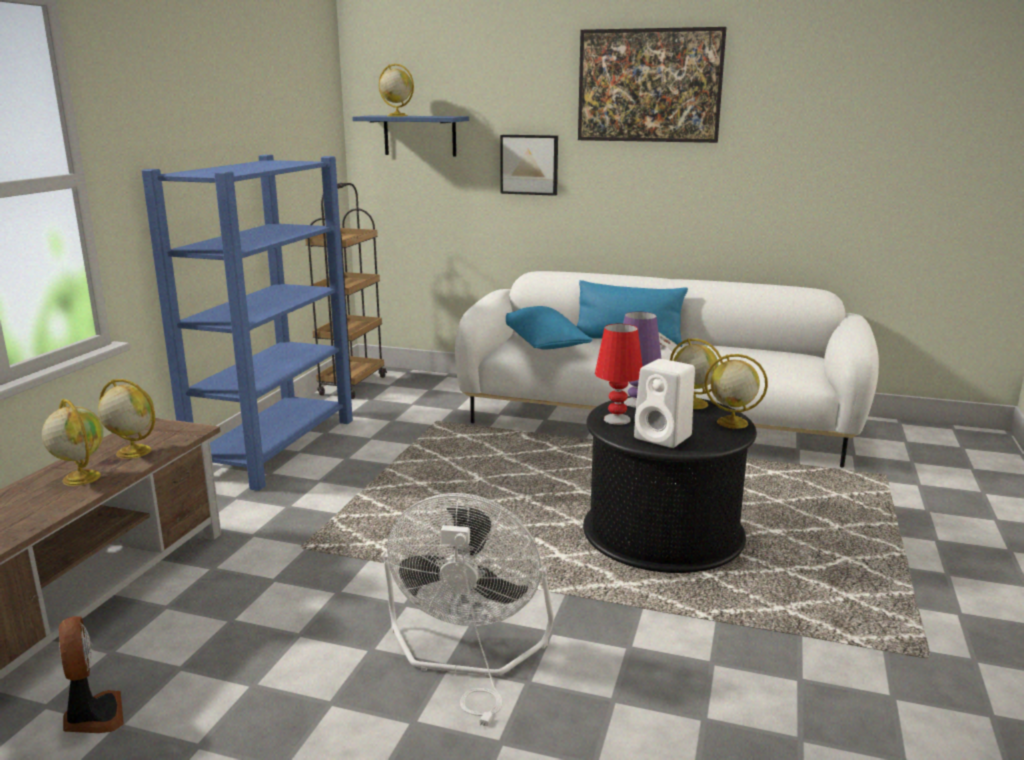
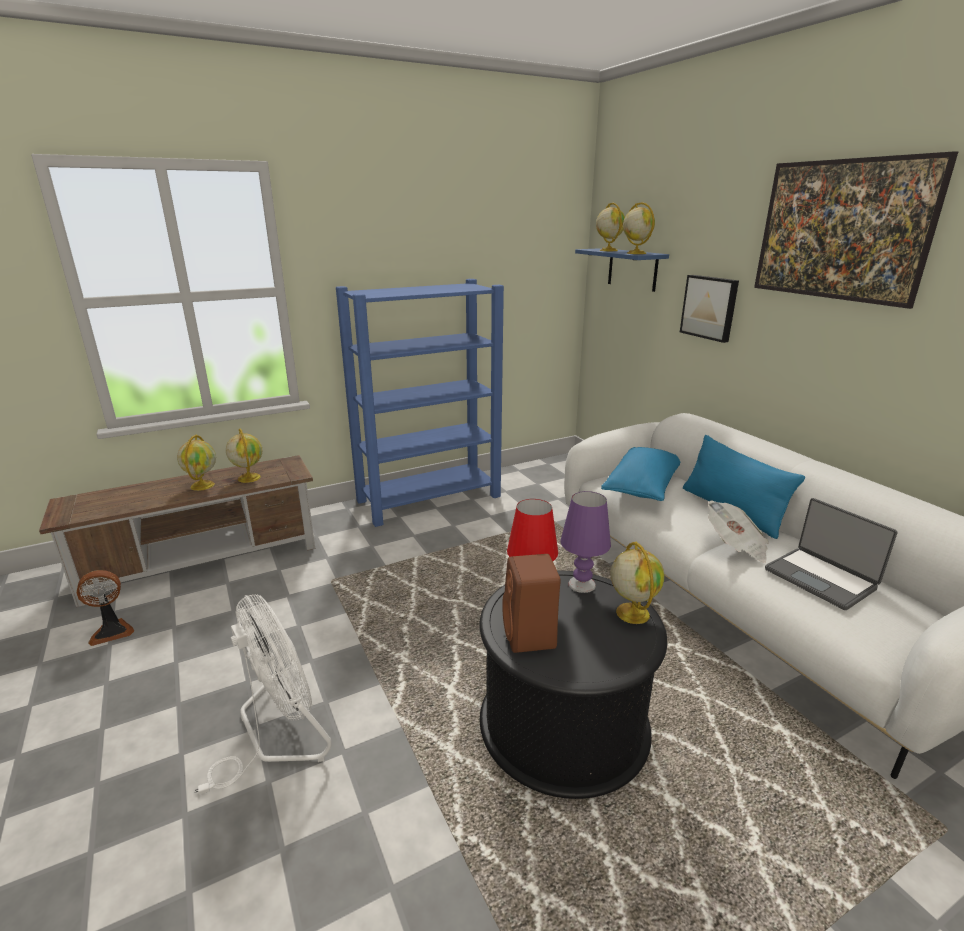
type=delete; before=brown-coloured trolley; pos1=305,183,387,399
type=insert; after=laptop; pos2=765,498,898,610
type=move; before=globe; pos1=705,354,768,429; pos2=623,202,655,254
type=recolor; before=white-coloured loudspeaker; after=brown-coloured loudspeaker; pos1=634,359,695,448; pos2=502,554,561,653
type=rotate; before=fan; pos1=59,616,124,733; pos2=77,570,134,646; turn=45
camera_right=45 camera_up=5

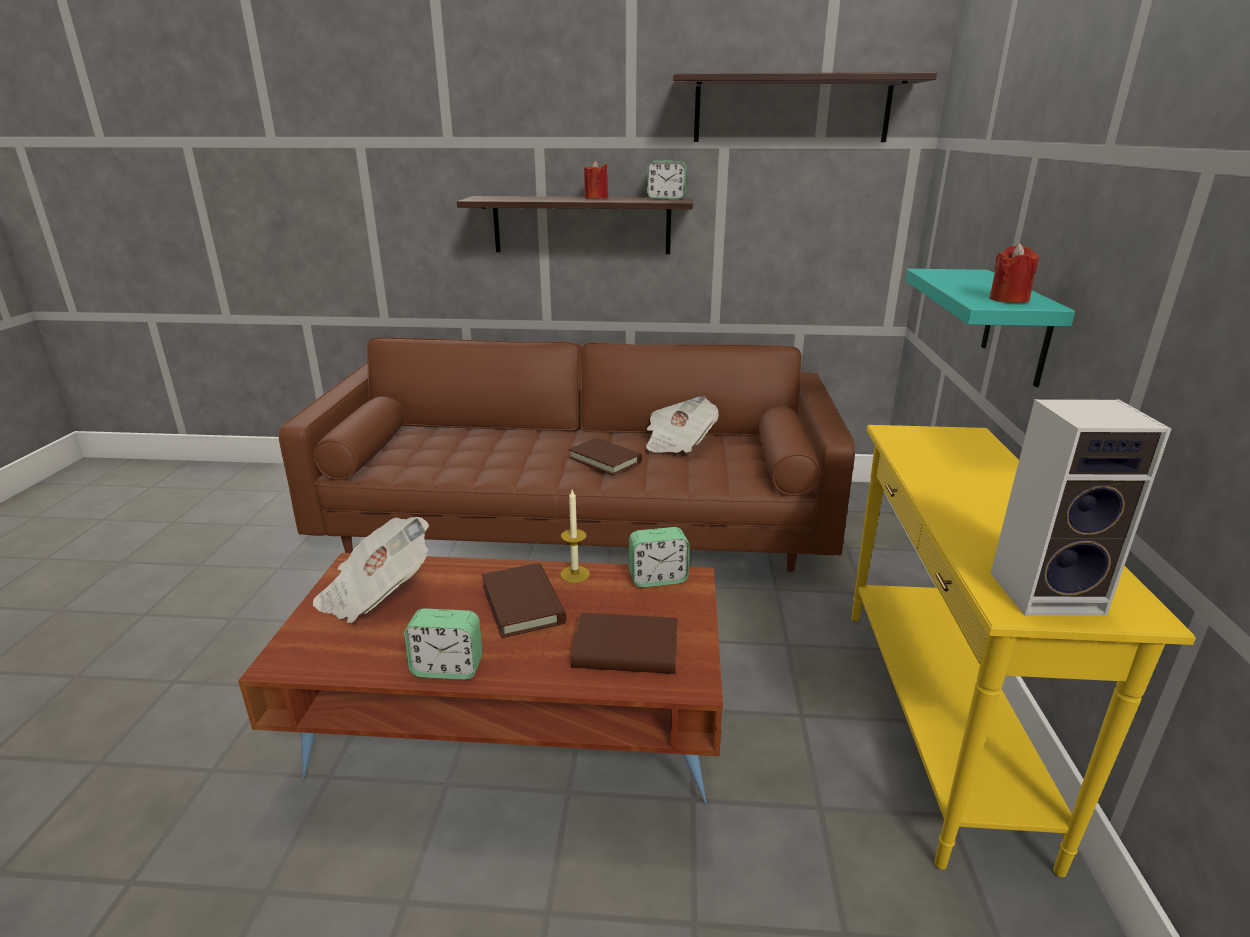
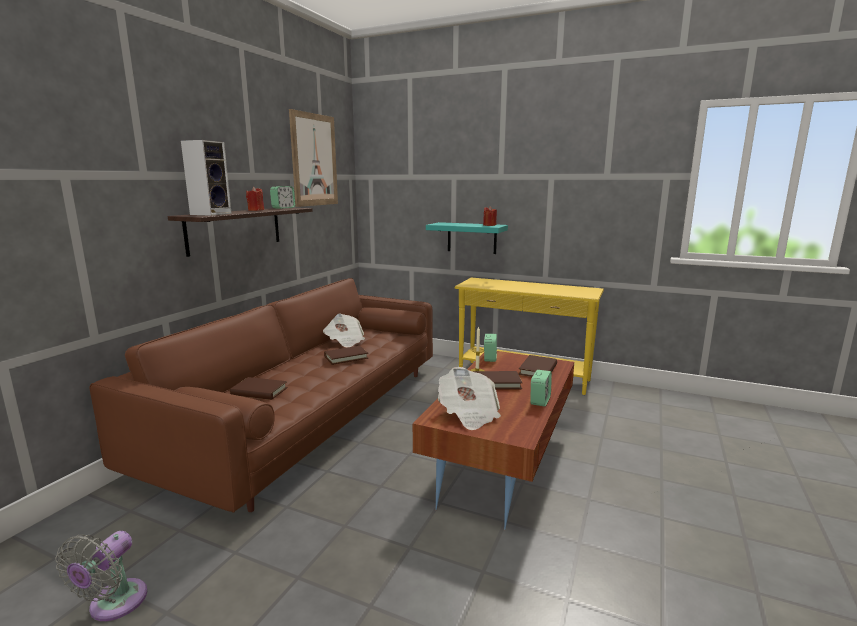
type=insert; after=gray fan; pos2=55,531,147,621
type=insert; after=brown-coloured bound book; pos2=230,377,287,400
type=move; before=loudspeaker; pos1=990,399,1171,616; pos2=181,140,232,216
type=replace; before=bracket shelf; after=wall picture; pos1=673,72,937,142; pos2=289,109,338,207
camera_right=-70 camera_up=-10

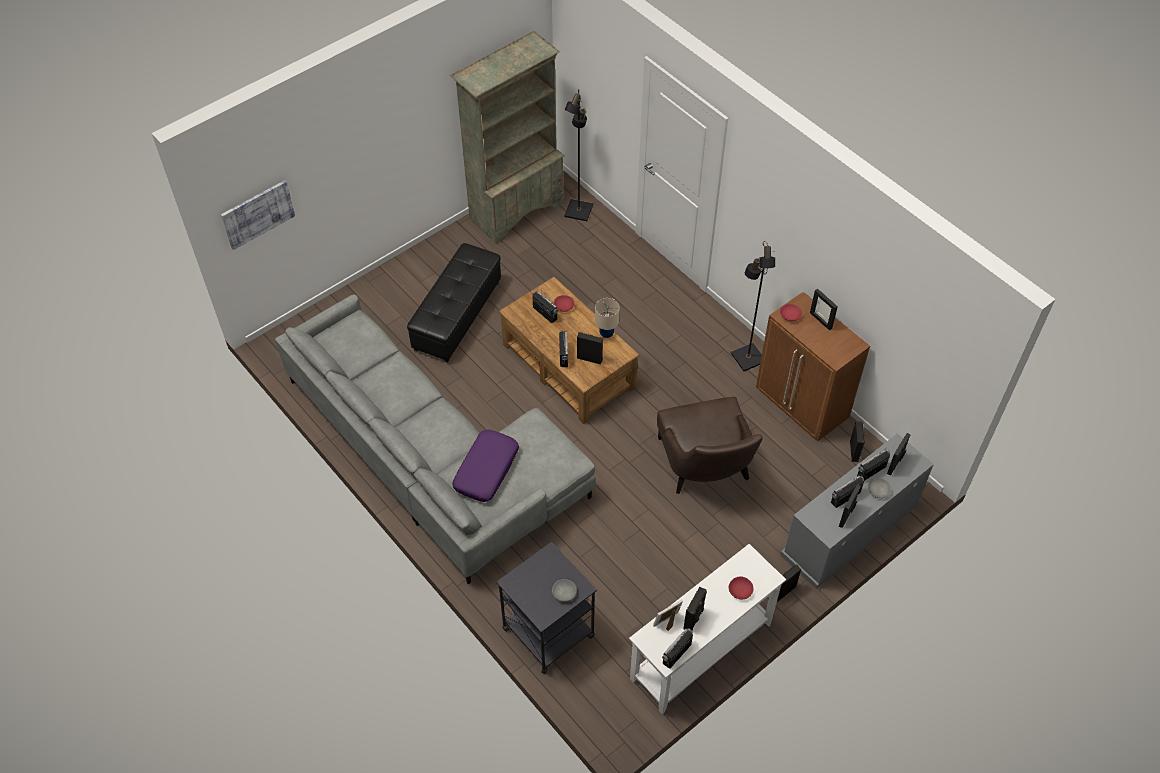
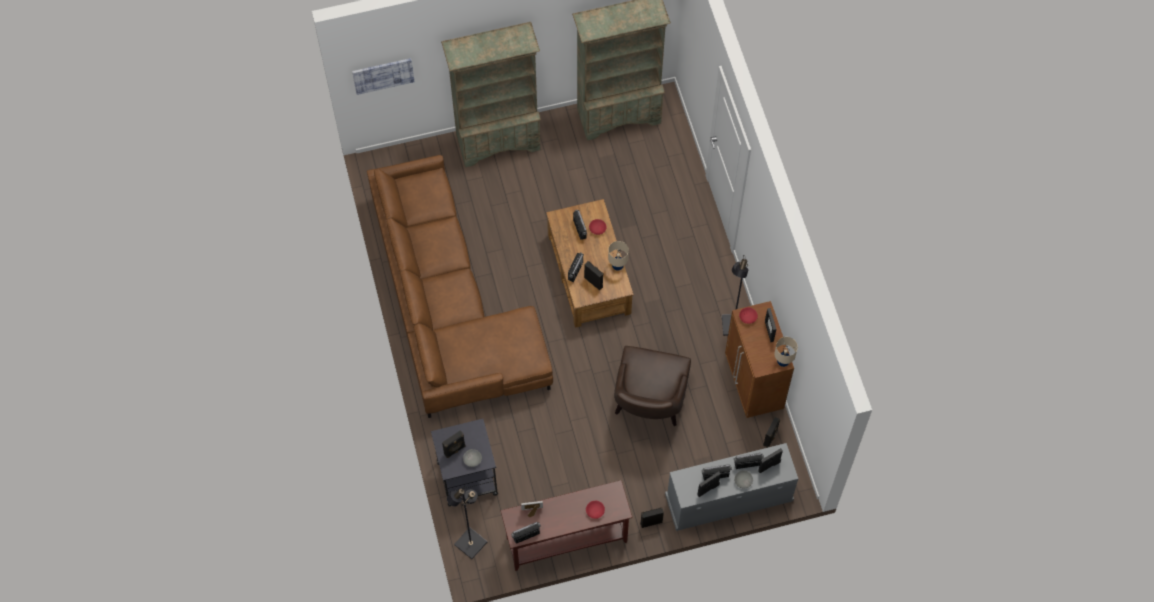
type=delete; before=black pouffe; pos1=407,243,501,362
type=delete; before=purple-coloured pillow; pos1=452,430,519,502
type=insert; after=green-coloured bookcase; pos2=441,22,541,167
type=insert; after=beige-coloured table lamp; pos2=774,337,798,367
type=move; before=black floor lamp; pos1=564,90,593,221; pos2=447,486,487,559
type=move; before=black loudspeaker; pos1=683,587,707,630; pos2=442,430,465,458
type=recolor; before=gray couch; after=brown-coloured couch; pos1=275,294,596,584; pos2=367,155,553,418
type=recolor; before=white-coloured hall table; after=brown-coloured hall table; pos1=629,544,786,715; pos2=501,480,632,571
camera_right=25 camera_up=10

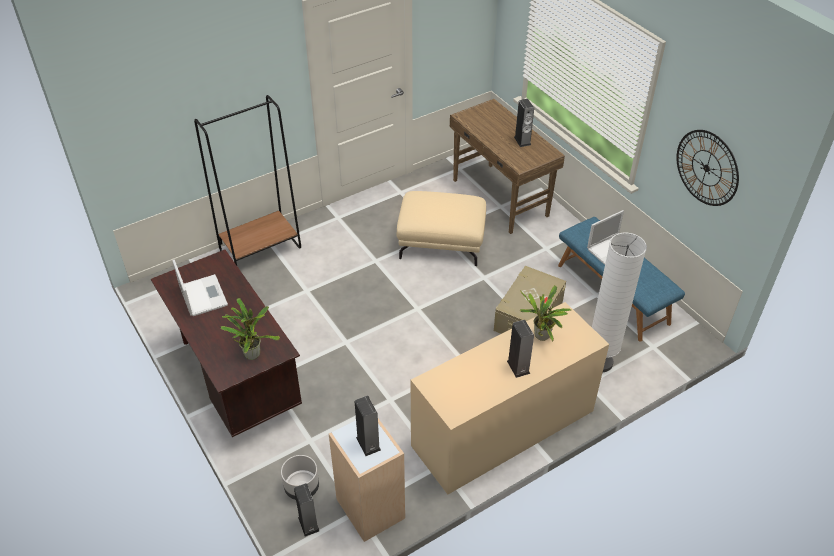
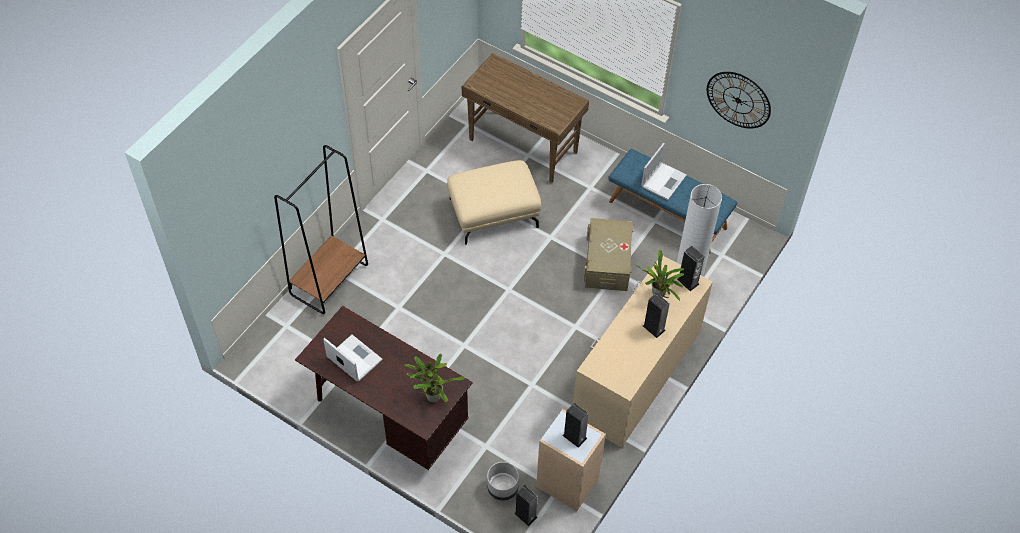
type=move; before=loudspeaker; pos1=514,99,534,147; pos2=677,246,704,291
camera_right=-25 camera_up=10

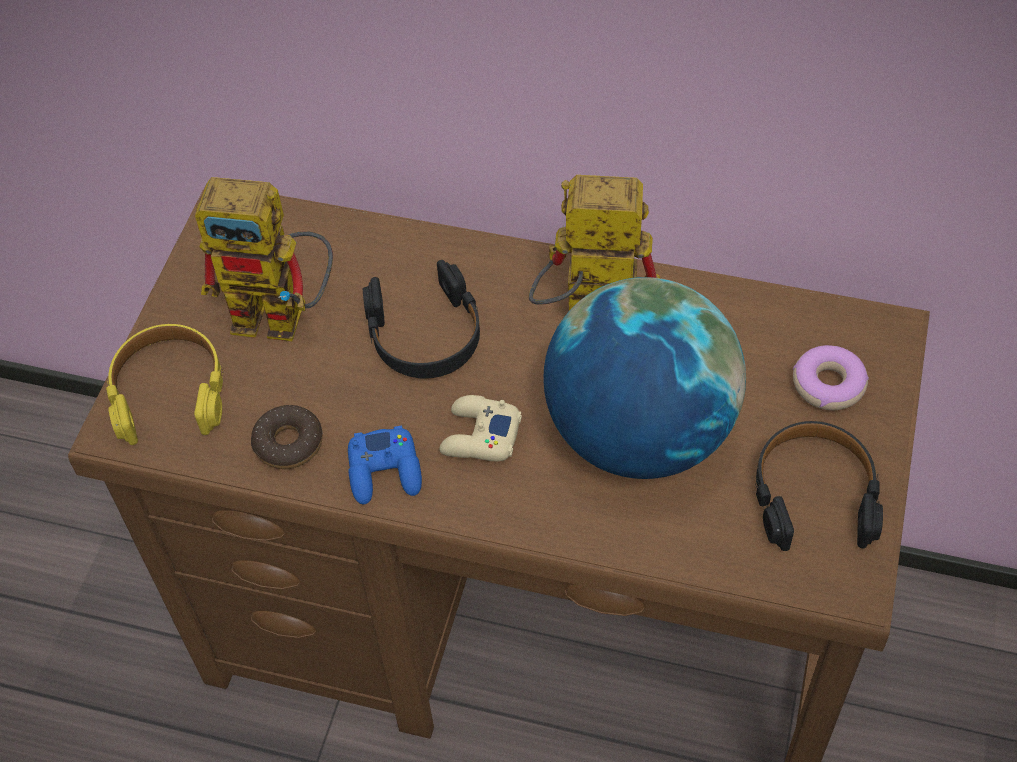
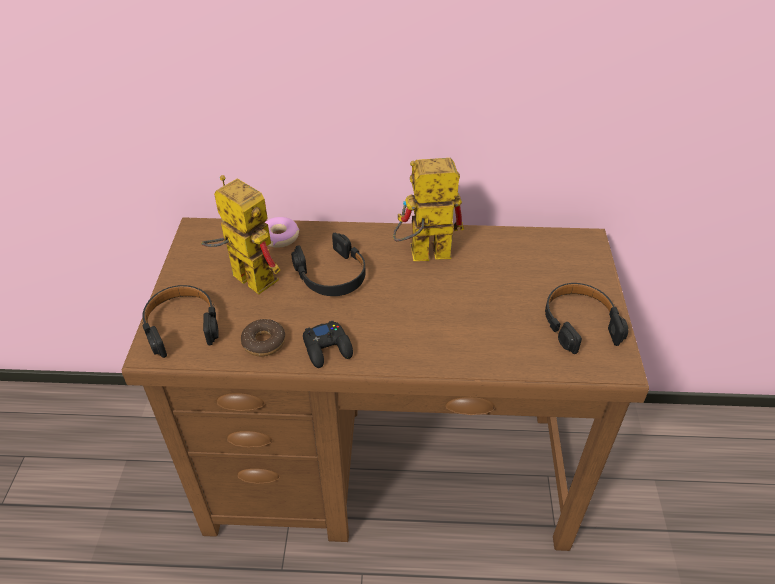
type=delete; before=beige-coloured joypad; pos1=439,395,522,461
type=delete; before=globe; pos1=543,277,746,479
type=move; before=ring doughnut; pos1=793,345,869,410; pos2=265,217,299,248
type=recolor; before=yellow-coloured pair of headphones; after=black pair of headphones; pos1=106,324,223,445; pos2=142,285,219,358
type=recolor; before=blue-coloured joypad; after=black joypad; pos1=348,426,422,504; pos2=303,321,353,368
type=rotate; before=toy robot; pos1=195,177,333,341; pos2=201,175,280,295; turn=-135
camera_right=-15 camera_up=-10

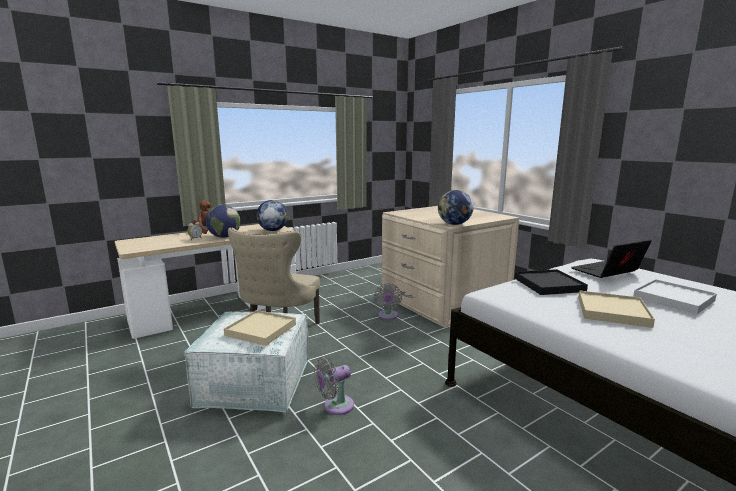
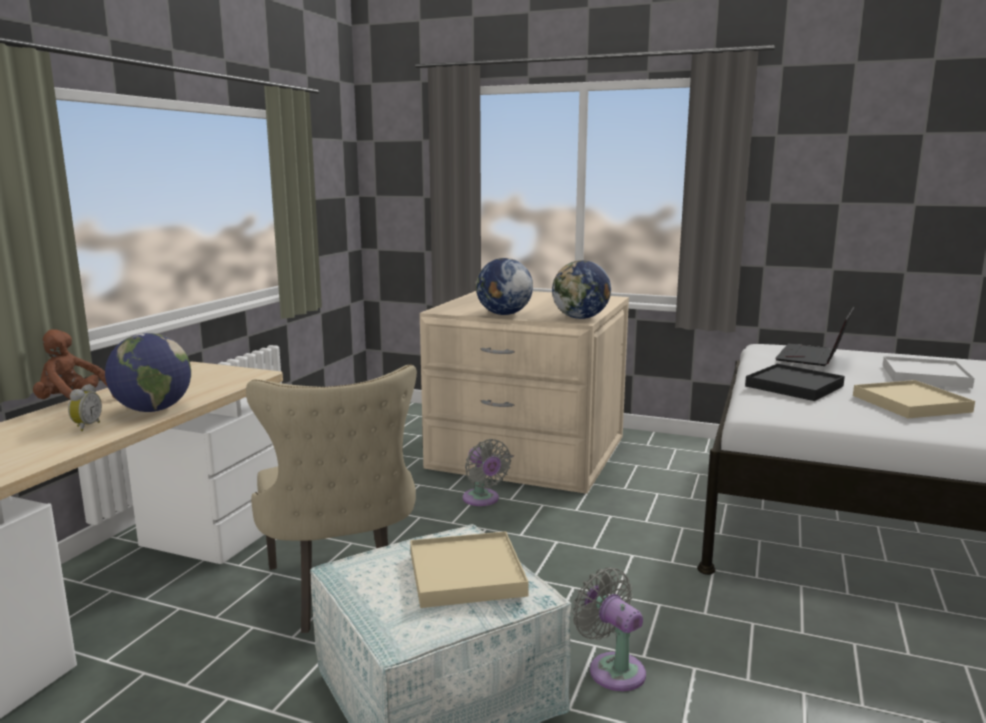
type=move; before=globe; pos1=256,200,288,231; pos2=476,258,533,315
type=rotate; before=gray fan; pos1=314,357,354,415; pos2=572,567,646,691; turn=120
camera_right=-35 camera_up=0

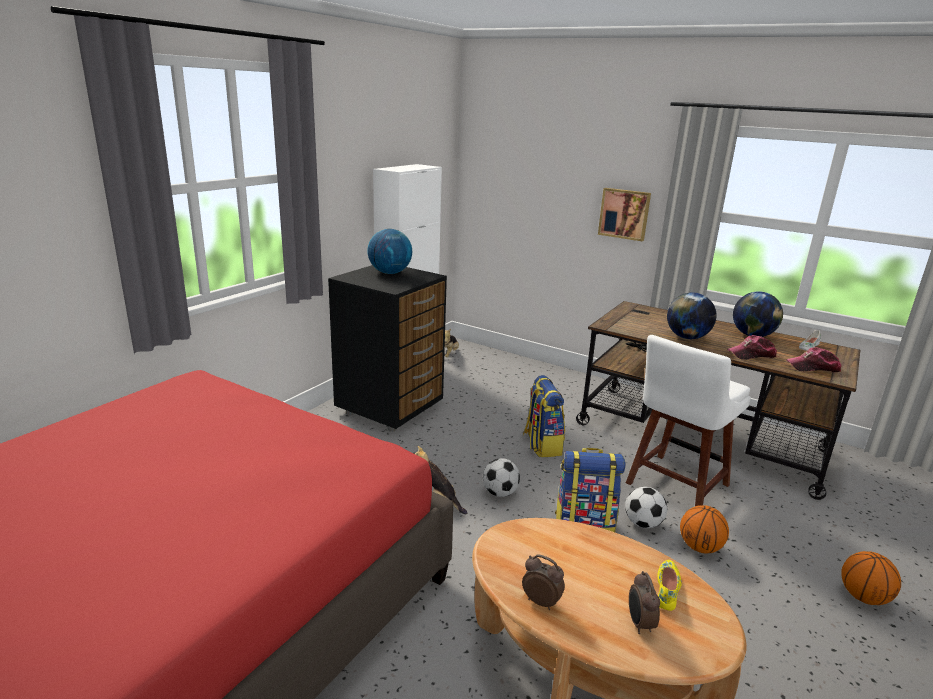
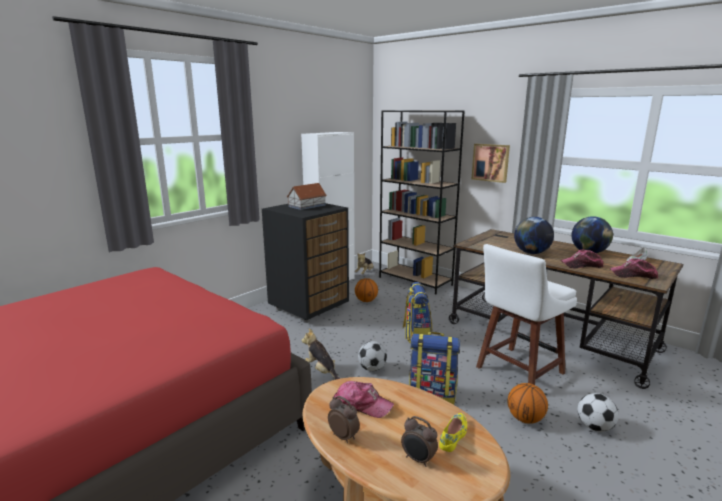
type=insert; after=baseball cap; pos2=334,381,394,418
type=insert; after=beige-coloured bookcase; pos2=379,110,464,295
type=move; before=football; pos1=625,487,667,528; pos2=577,393,619,432
type=move; before=ball for basketball; pos1=841,551,901,605; pos2=355,278,378,302
type=replace; before=globe; after=miniature house; pos1=367,229,412,274; pos2=287,183,326,210
type=rotate; before=bedside clock; pos1=629,571,660,634; pos2=401,416,438,467; turn=-60
camera_right=10 camera_up=-5

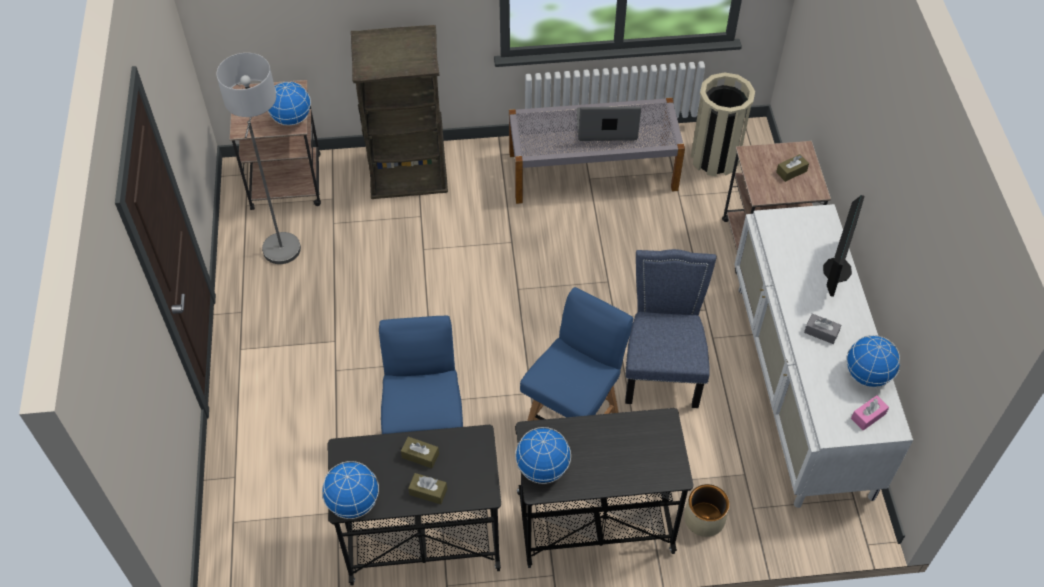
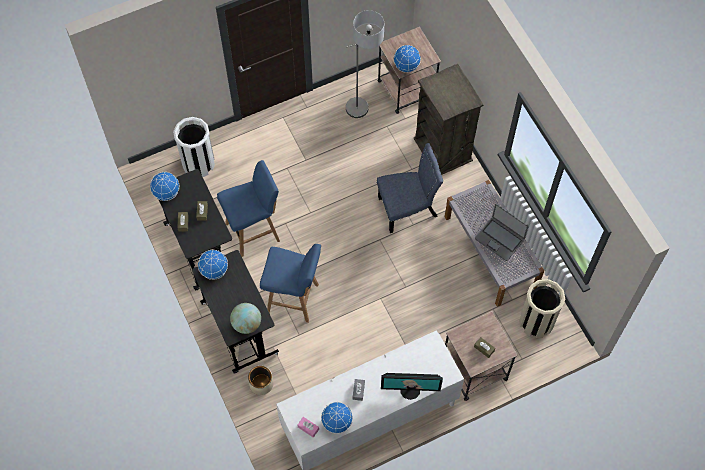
type=insert; after=white-coloured rubbish bin; pos2=173,117,215,177
type=insert; after=globe; pos2=230,303,261,334
type=move; before=blue-coloured plain chair; pos1=625,249,717,408; pos2=377,143,443,233
type=rotate; before=laptop; pos1=577,106,641,141; pos2=475,204,529,261; turn=150
camera_right=70 camera_up=10

